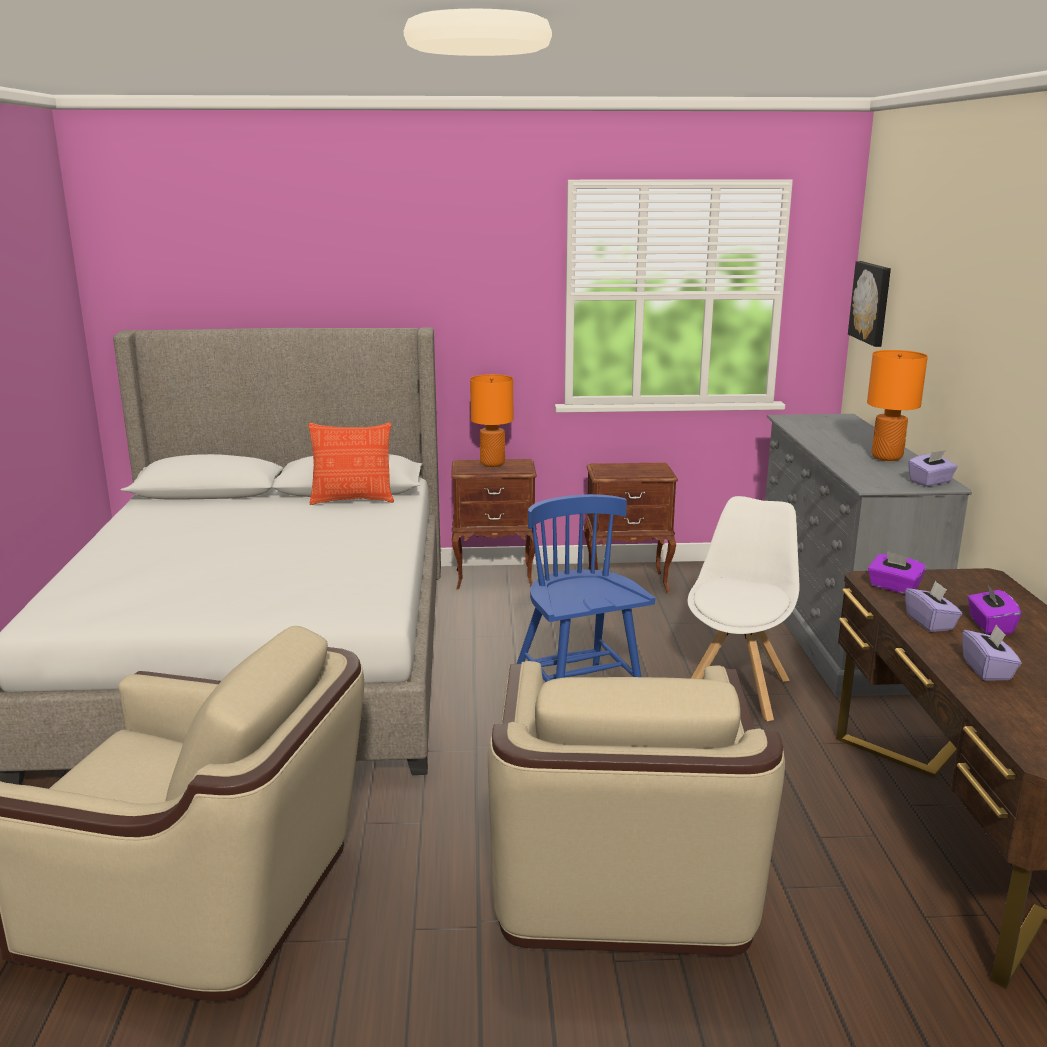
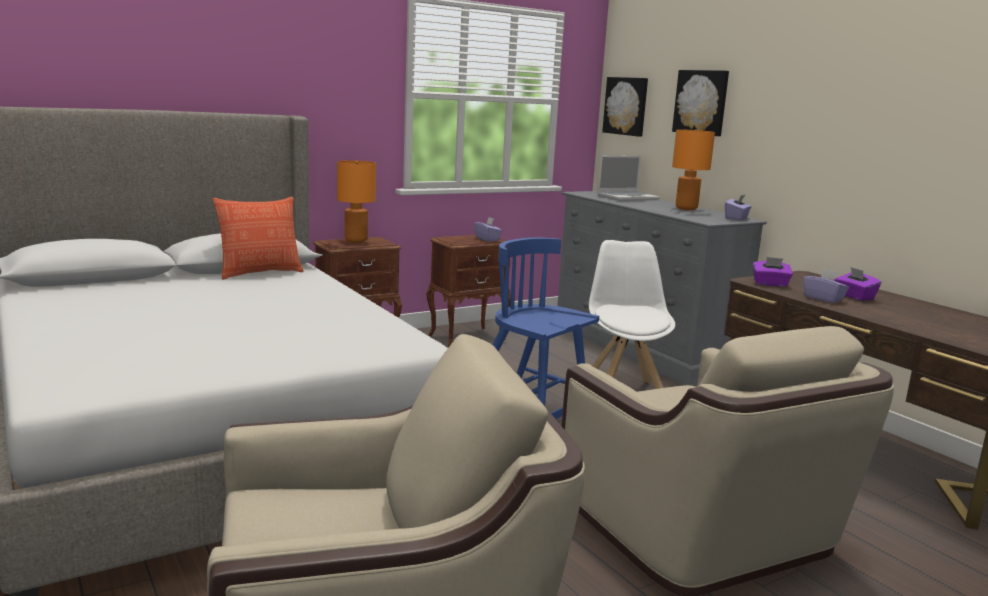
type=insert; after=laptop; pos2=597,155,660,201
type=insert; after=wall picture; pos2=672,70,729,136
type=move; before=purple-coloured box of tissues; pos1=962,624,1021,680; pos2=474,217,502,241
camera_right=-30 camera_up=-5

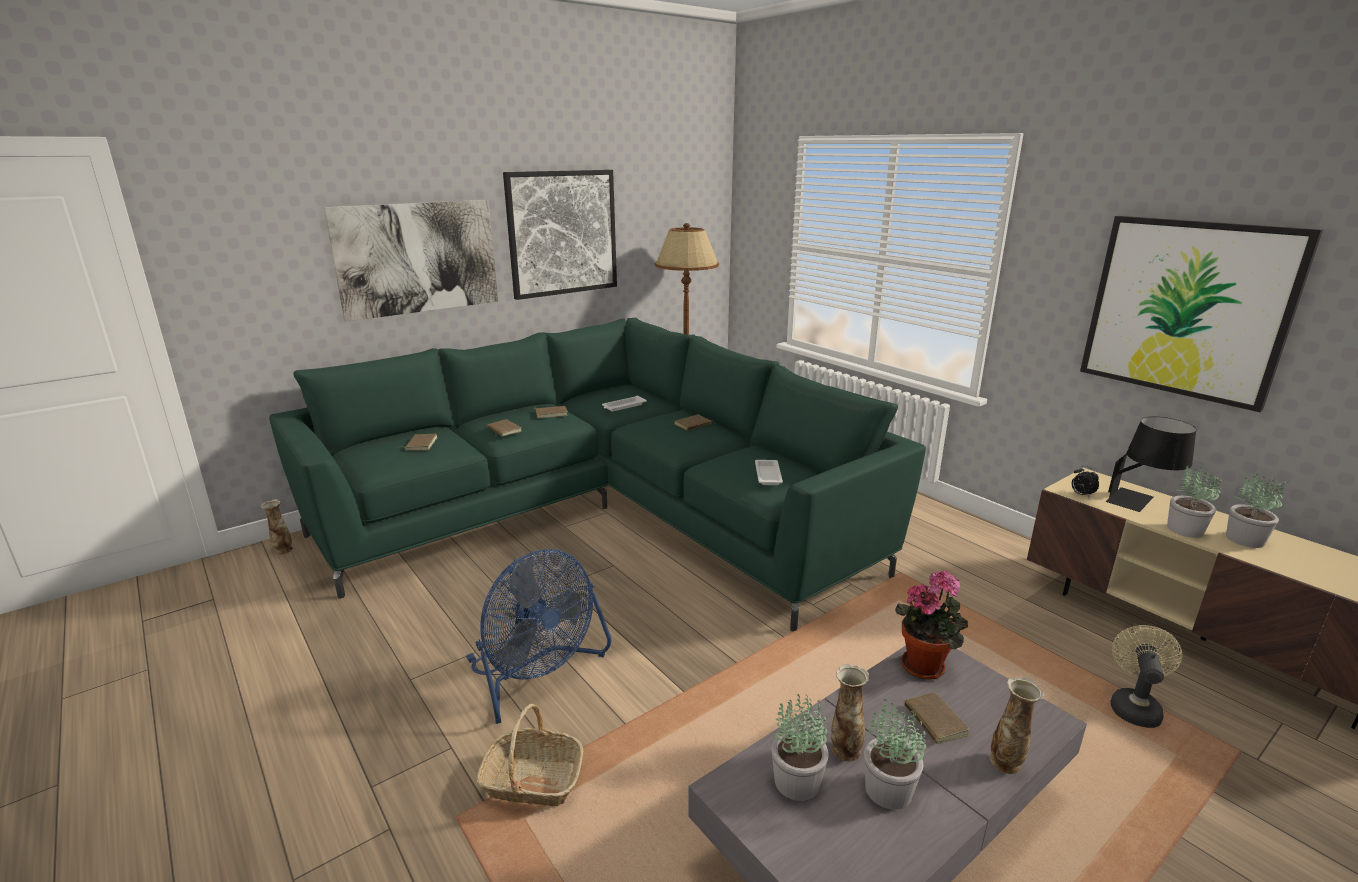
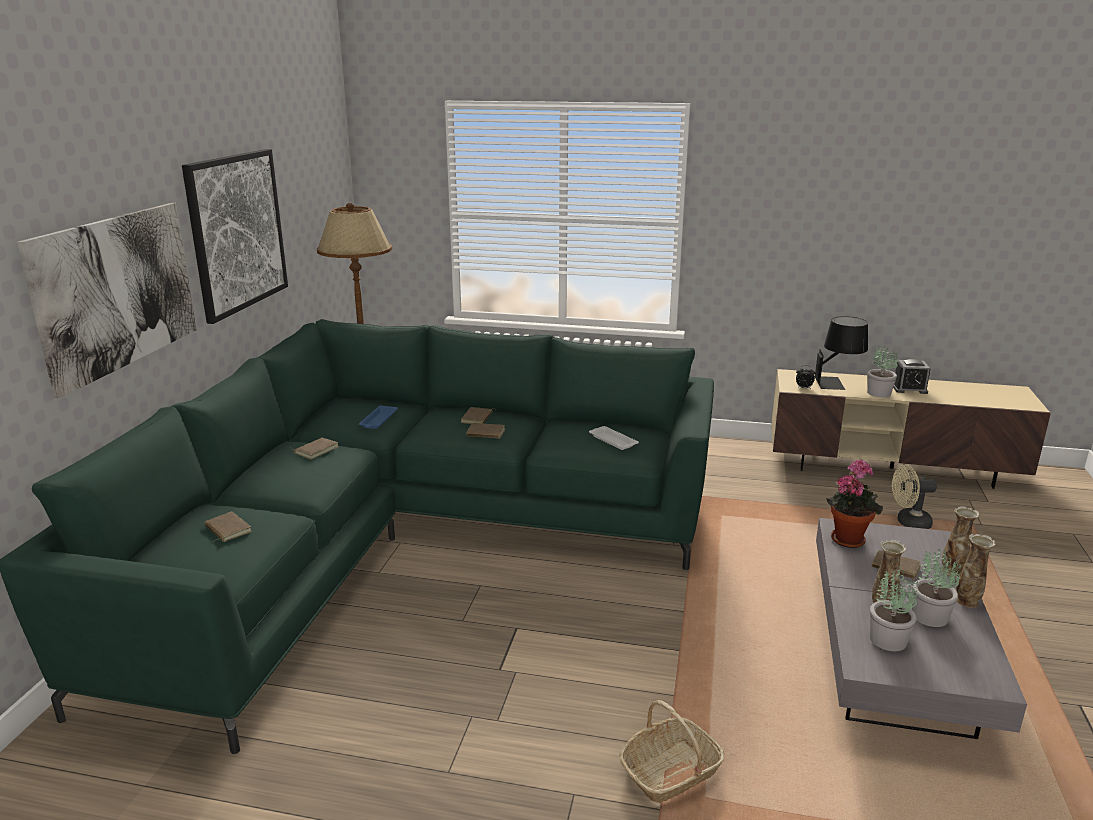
type=delete; before=blue-coloured fan; pos1=467,549,611,724
type=delete; before=wall picture; pos1=1080,216,1323,412
type=move; before=decorative vase; pos1=261,499,293,555; pos2=956,534,996,608
type=move; before=brown-coloured bound book; pos1=488,419,522,437; pos2=466,423,505,439
type=replace; before=houseplant; after=bedside clock; pos1=1226,473,1286,548; pos2=893,359,931,394
type=recolor; before=white-coloured serving tray; after=blue-coloured serving tray; pos1=602,396,647,411; pos2=359,405,398,429
type=rotate; before=beige-coloured fan; pos1=1110,625,1182,728; pos2=892,465,937,529; turn=-75
camera_right=-40 camera_up=0

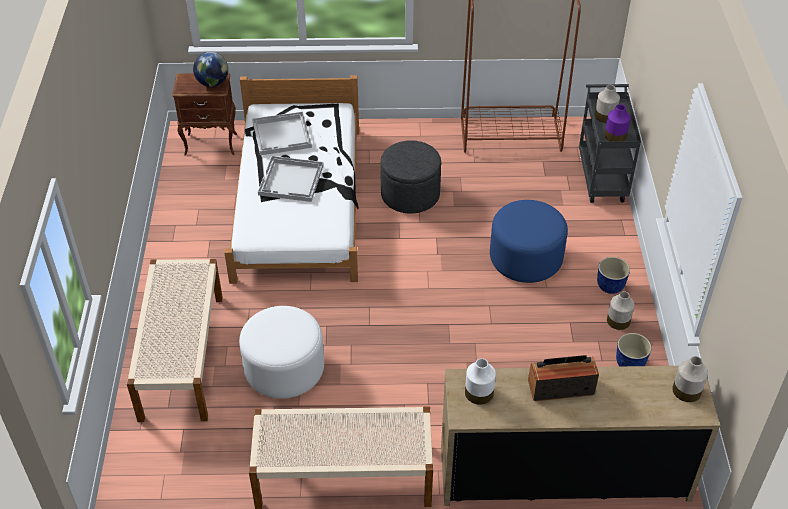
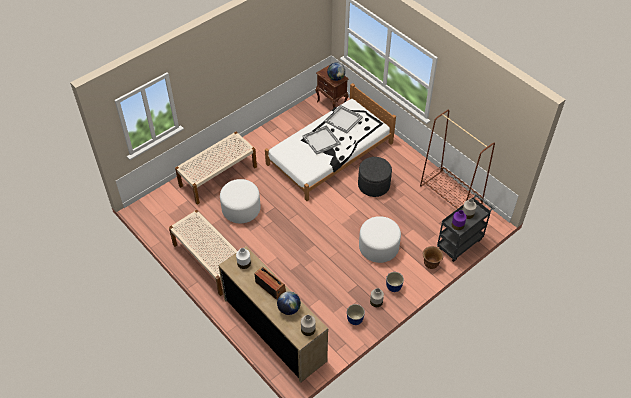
type=insert; after=globe; pos2=277,291,301,315
type=insert; after=brown-coloured plant pot; pos2=423,246,443,269
type=recolor; before=blue-coloured pouffe; after=white-coloured pouffe; pos1=490,200,568,283; pos2=359,216,401,263
camera_right=50 camera_up=5

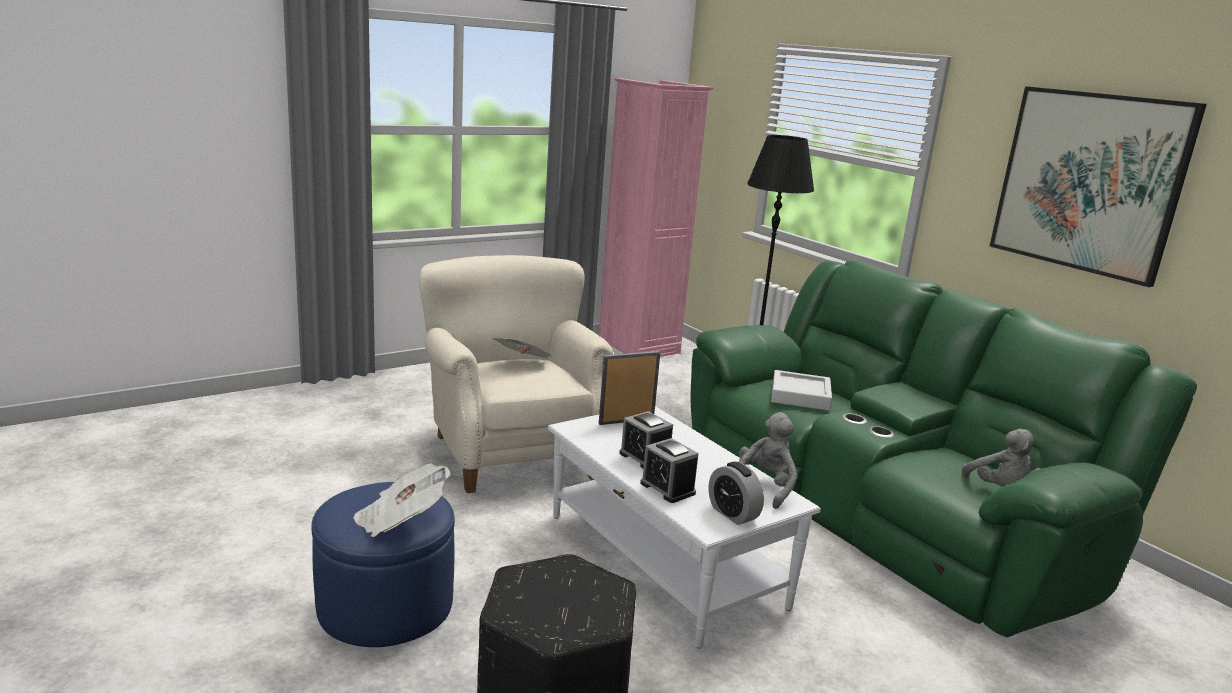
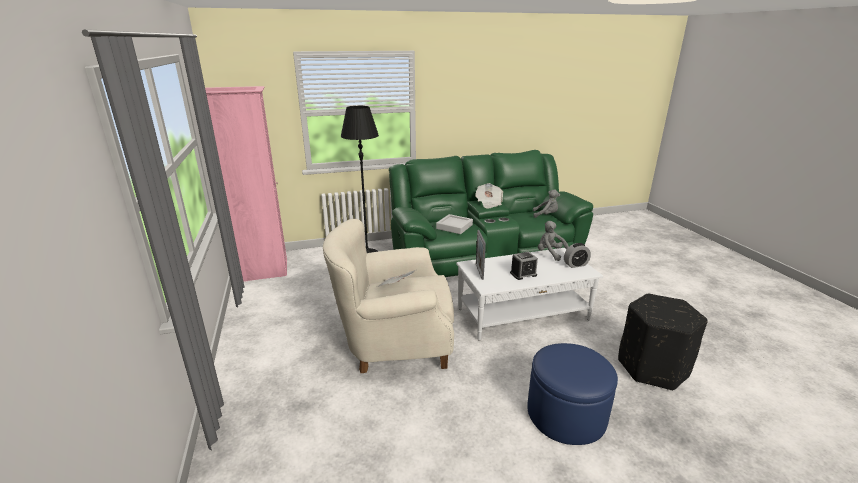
type=delete; before=bedside clock; pos1=640,438,699,503
type=delete; before=wall picture; pos1=990,86,1207,287
type=move; before=newspaper; pos1=353,463,451,537; pos2=475,183,503,209
camera_right=-70 camera_up=5

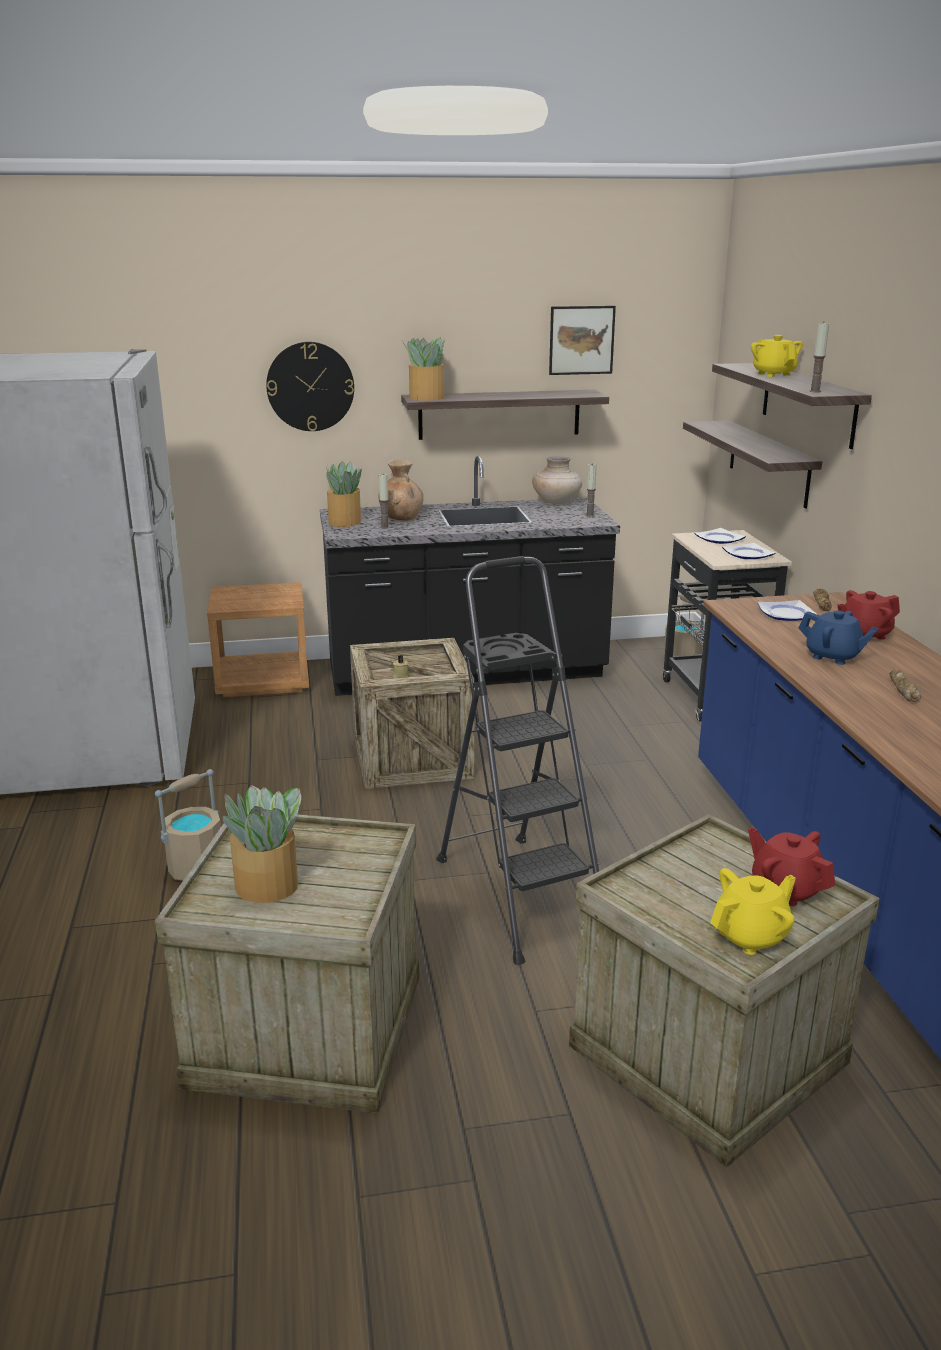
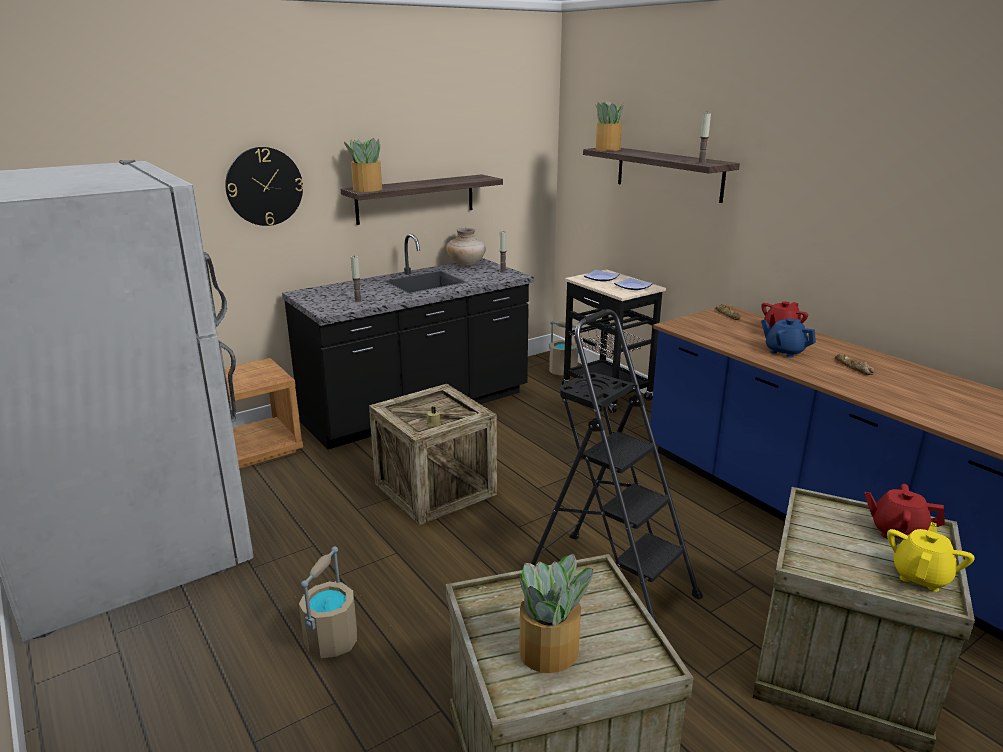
type=delete; before=brown-coloured decorative vase; pos1=378,459,423,521
type=delete; before=wall picture; pos1=549,306,616,375
type=delete; before=bracket shelf; pos1=683,420,822,509
type=delete; before=yellow-coloured teapot; pos1=751,335,803,377
type=delete; before=dinner plate; pos1=757,600,818,621
type=move; before=houseplant; pos1=326,461,362,527; pos2=595,100,624,151
type=rotate; before=blue-coloured teapot; pos1=799,611,878,665; pos2=761,318,816,358; turn=-150
camera_right=-25 camera_up=0

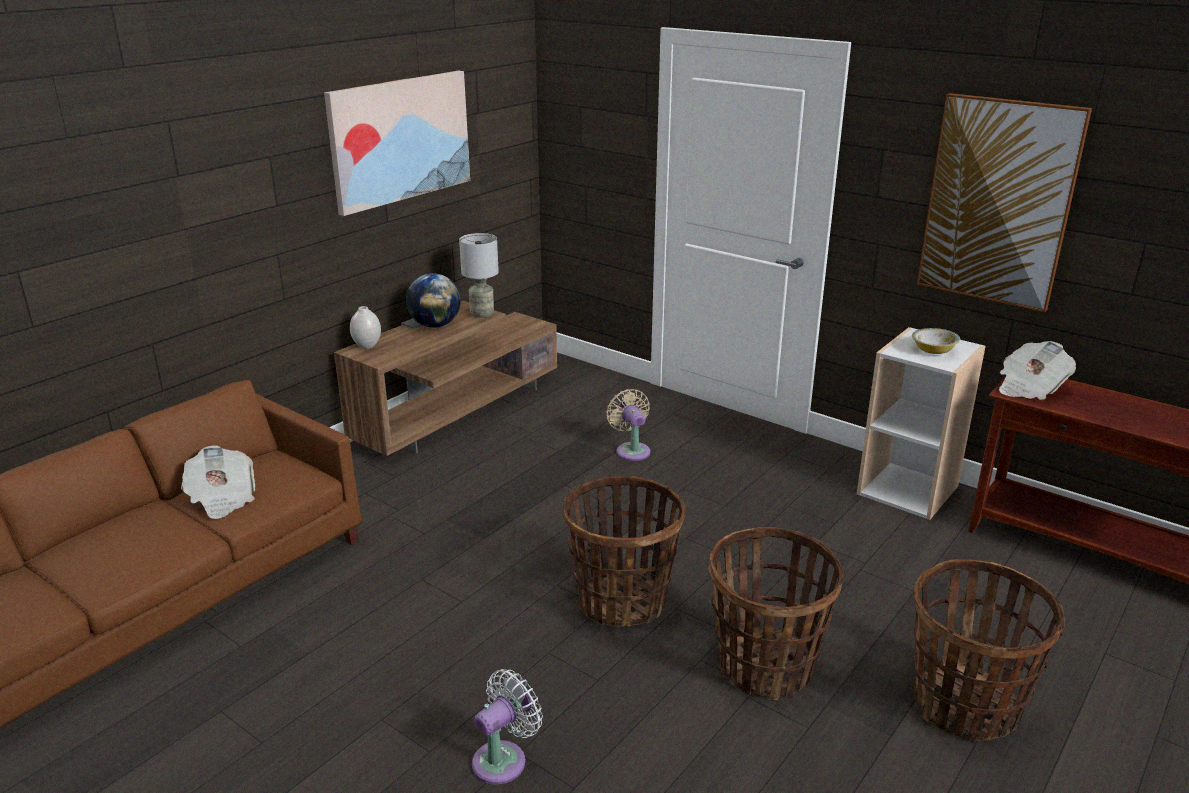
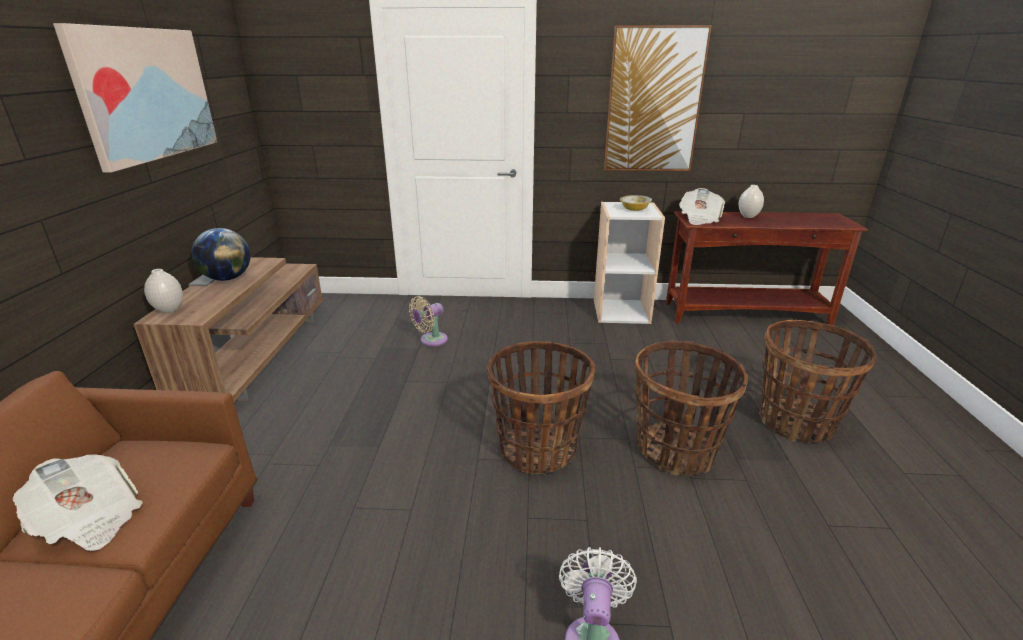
type=delete; before=gray table lamp; pos1=459,233,499,318
type=insert; after=white-coloured decorative vase; pos2=738,185,764,218
type=rotate; before=beige-coloured fan; pos1=606,389,650,461; pos2=409,296,448,347; turn=-75
camera_right=-35 camera_up=0

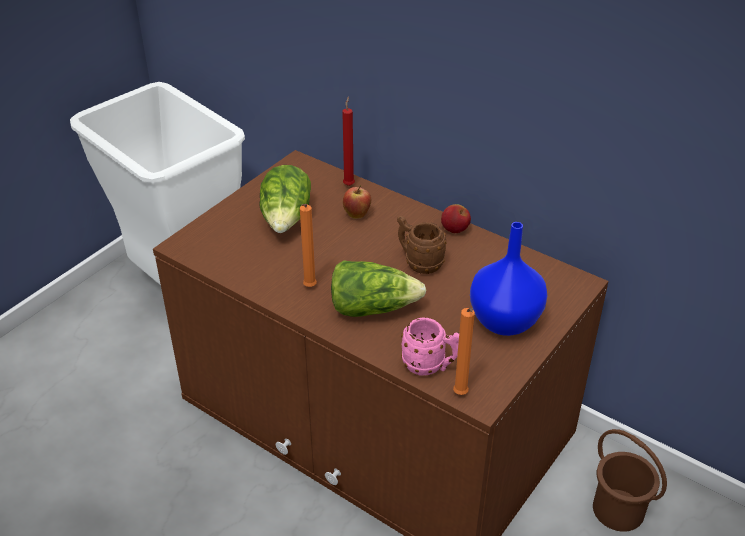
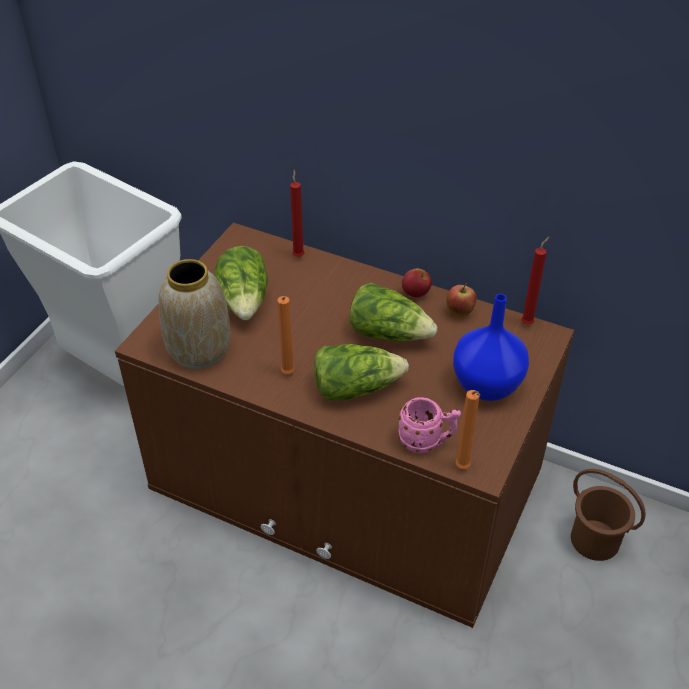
type=insert; after=decorative vase; pos2=158,259,231,369
type=insert; after=reddish wax candle; pos2=521,237,549,324
type=move; before=apple fruit; pos1=343,185,371,218; pos2=446,284,476,317
type=replace; before=brown-coloured mug; after=head of lettuce; pos1=397,216,446,274; pos2=350,283,437,341
camera_right=-10 camera_up=5

